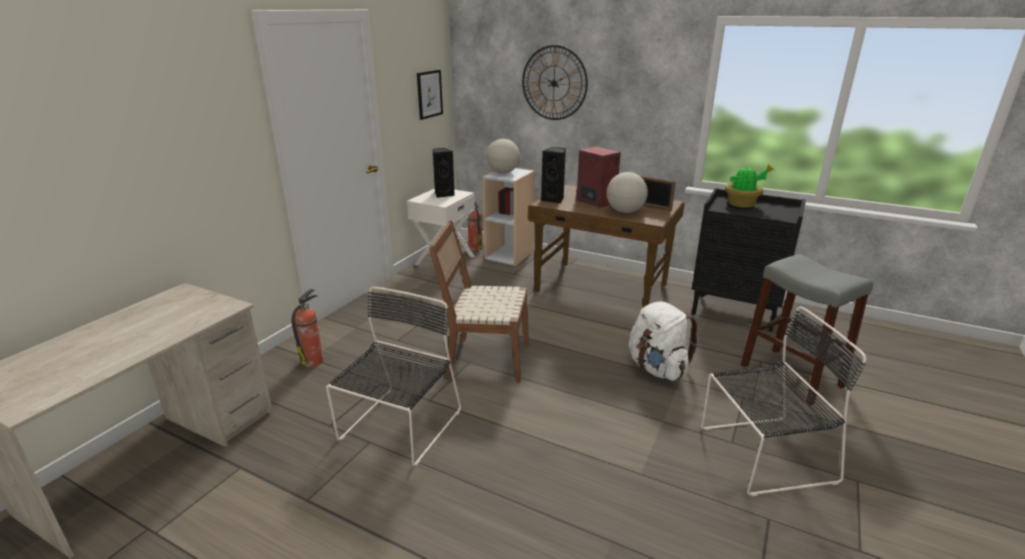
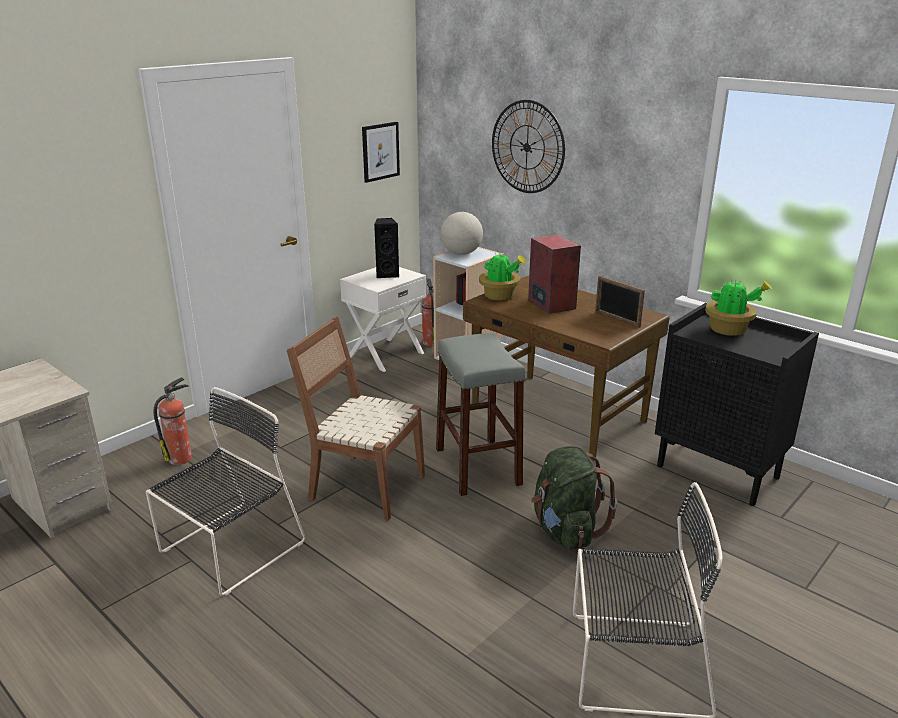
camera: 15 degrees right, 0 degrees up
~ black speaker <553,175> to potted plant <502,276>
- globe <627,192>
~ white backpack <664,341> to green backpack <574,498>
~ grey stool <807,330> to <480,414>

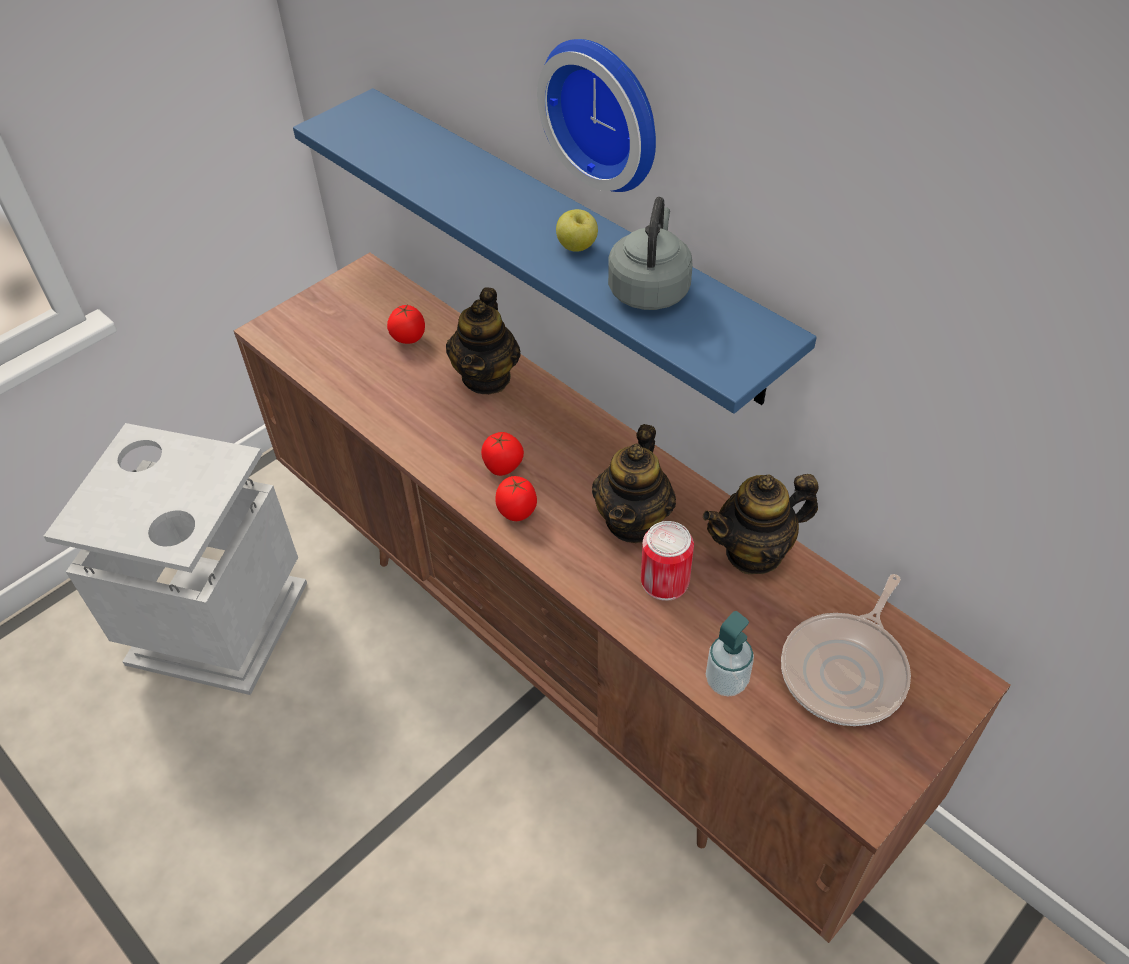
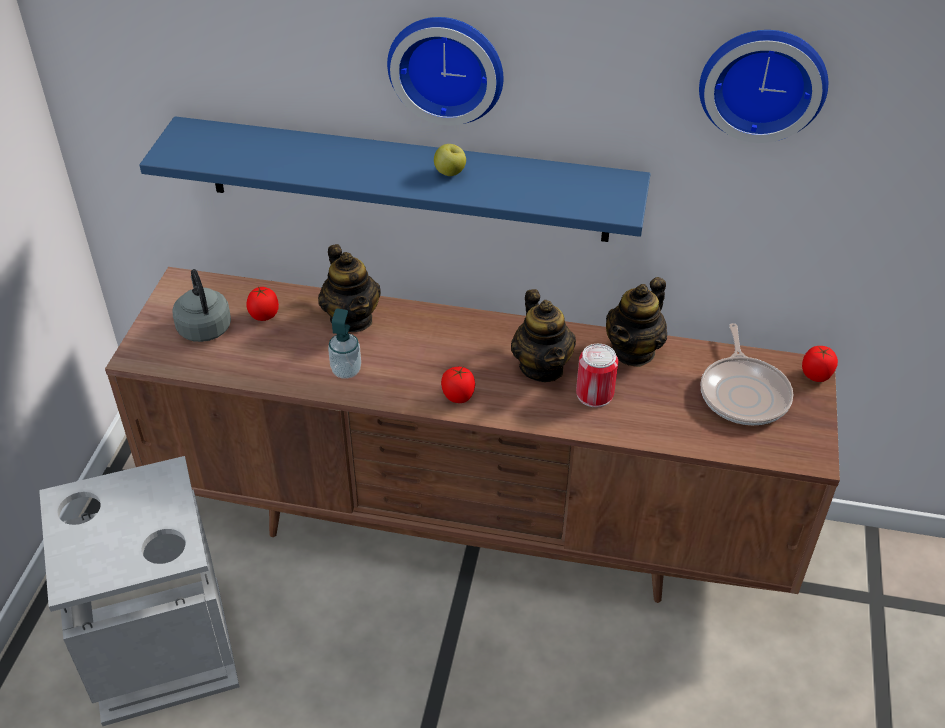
camera: 35 degrees left, 5 degrees down
~ tomato <502,454> to <820,364>
~ grey kettle <650,253> to <201,305>
~ soap dispenser <730,654> to <344,343>
+ wall clock <763,86>

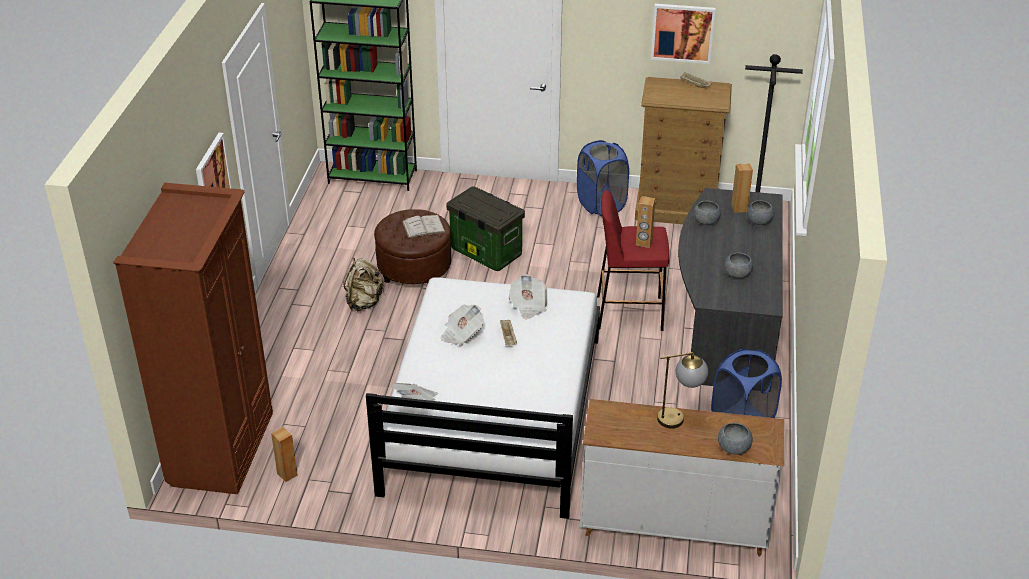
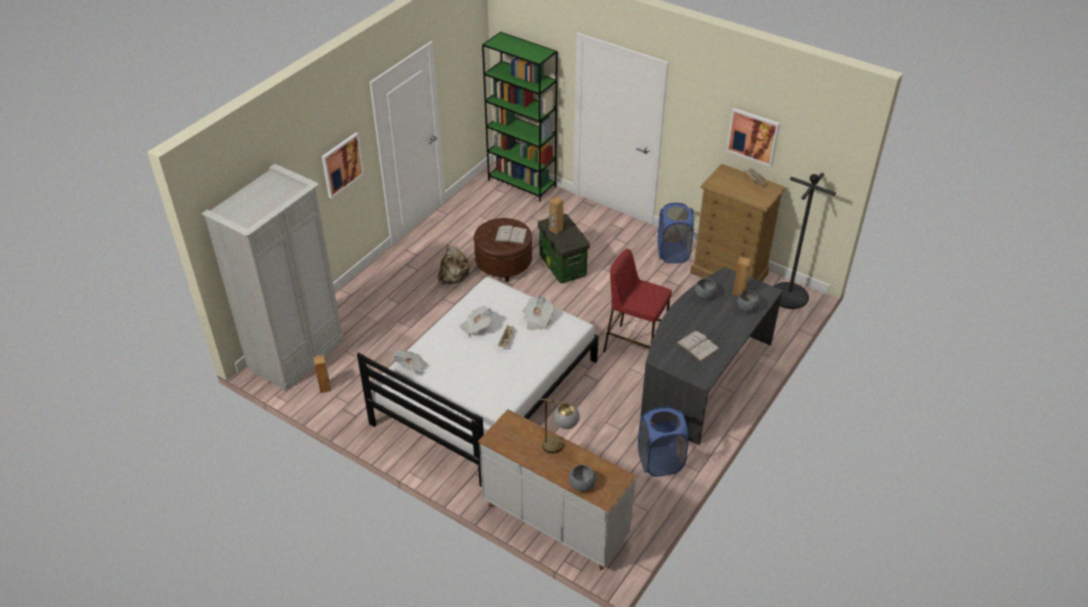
camera: 25 degrees right, 5 degrees up
~ brown wardrobe <193,338> to white wardrobe <272,277>
~ brown speaker <645,222> to <556,215>
~ grey bowl <738,265> to white book <698,346>

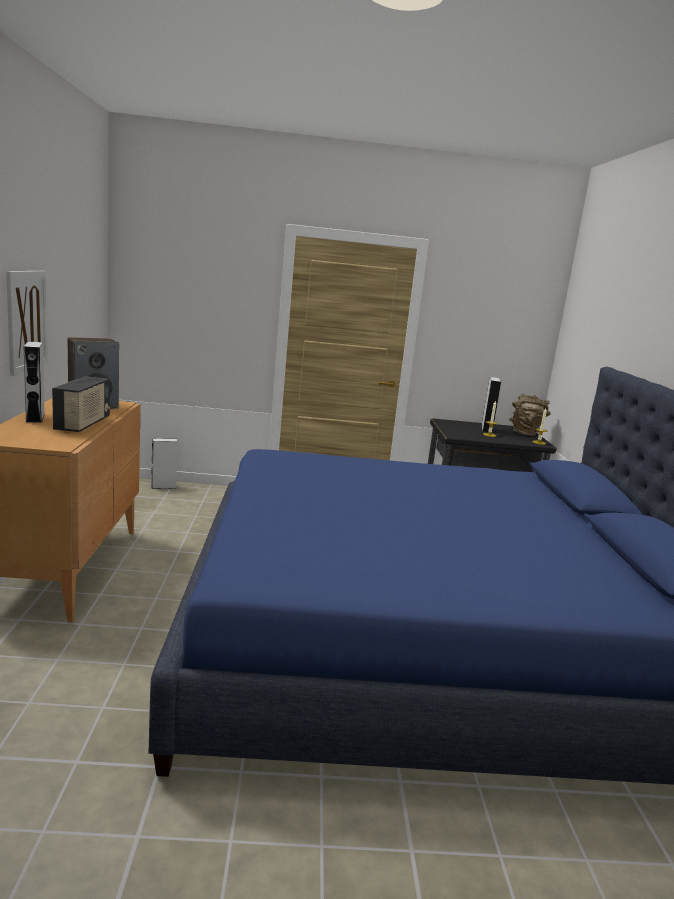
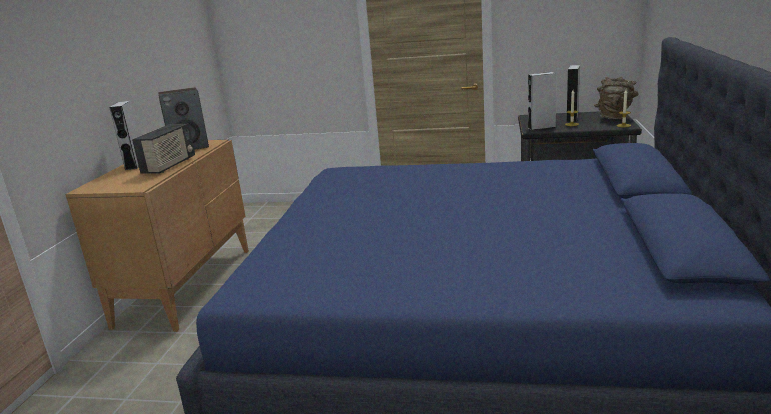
camera: 15 degrees right, 5 degrees up
- picture <27,323>
~ grey speaker <164,464> to <542,101>

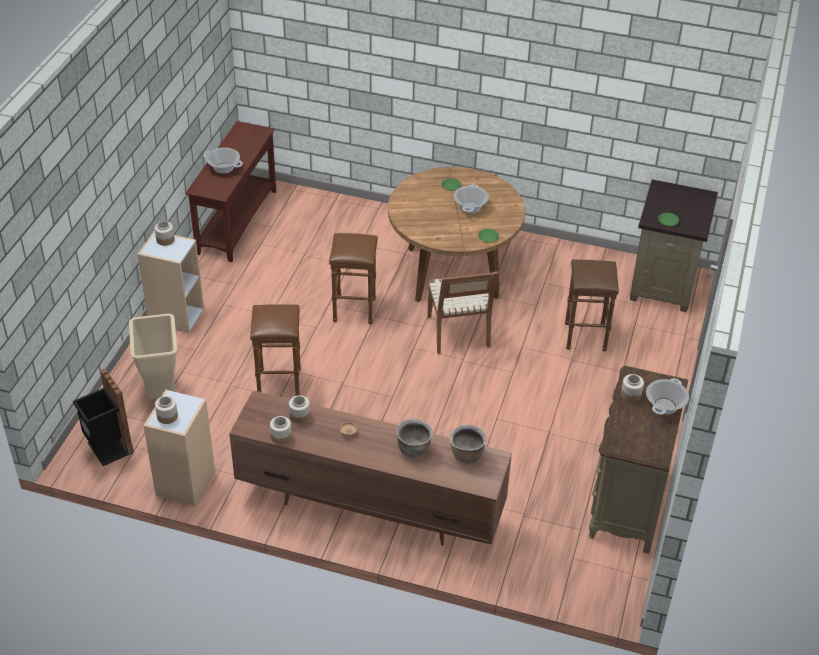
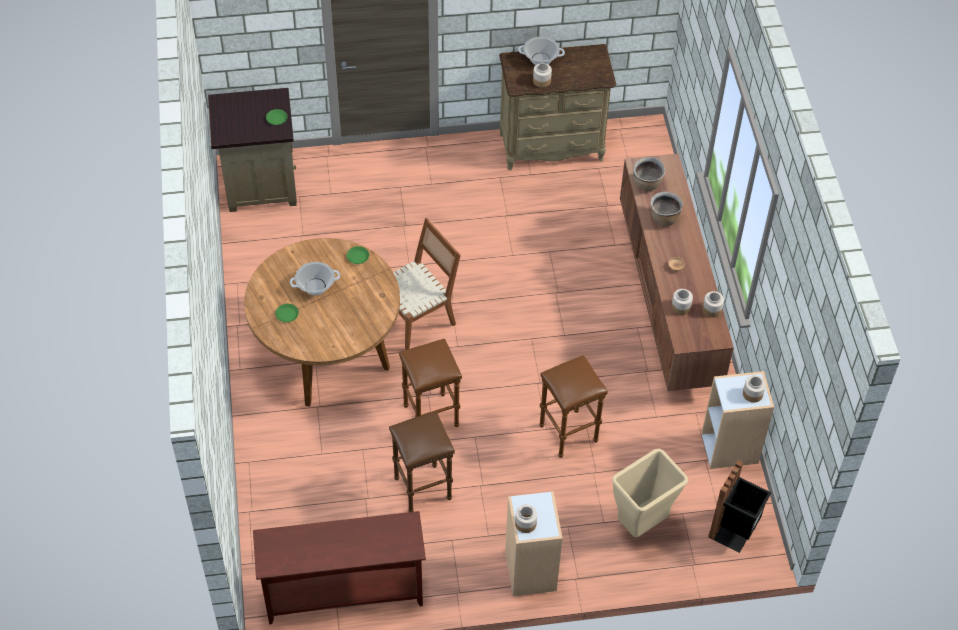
camera: 115 degrees left, 10 degrees up
- cooking pot <223,161>
~ brown stool <592,306> to <422,461>

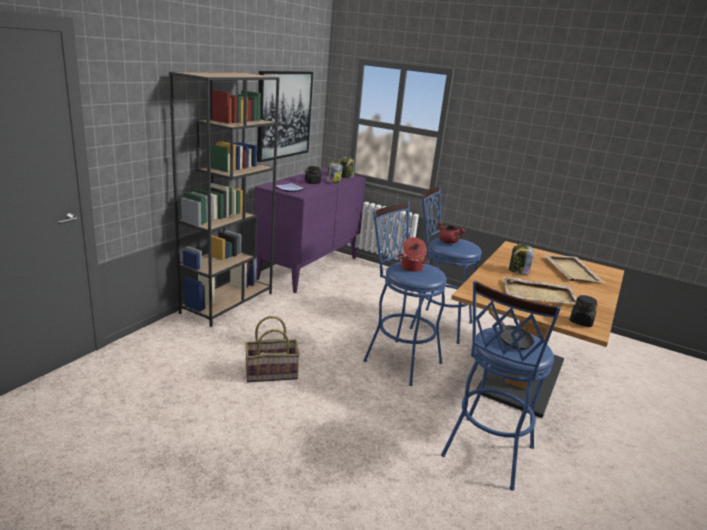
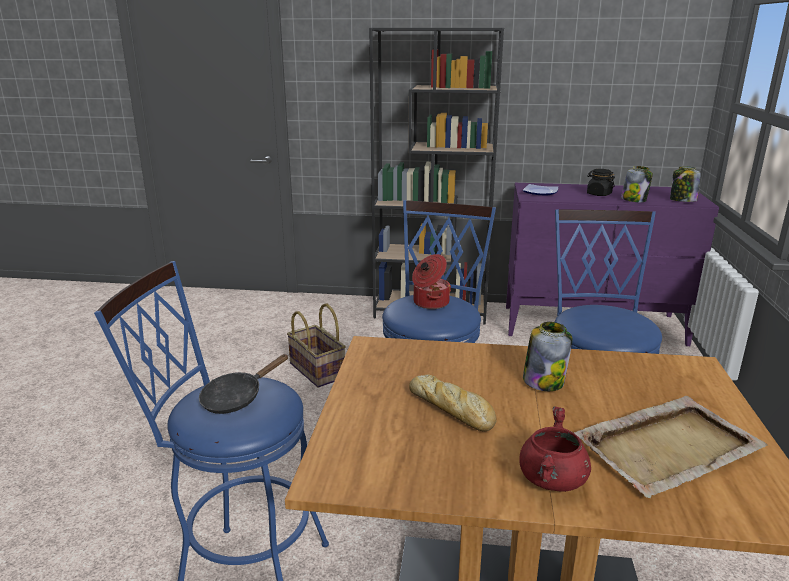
camera: 70 degrees right, 0 degrees up
- picture <285,116>
~ red cooking pot <451,232> to <555,449>
~ beige tray <540,290> to bread <452,403>
- black jar <583,311>

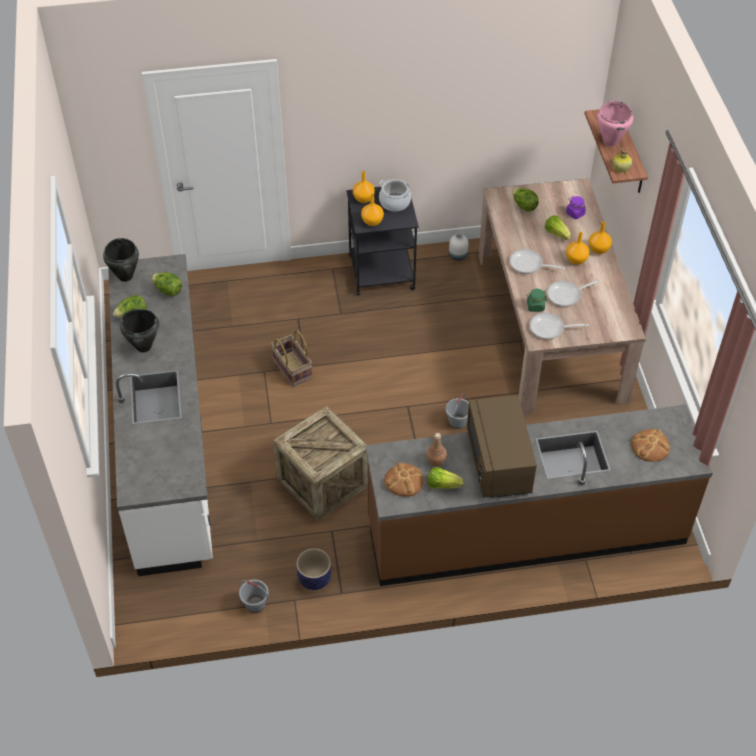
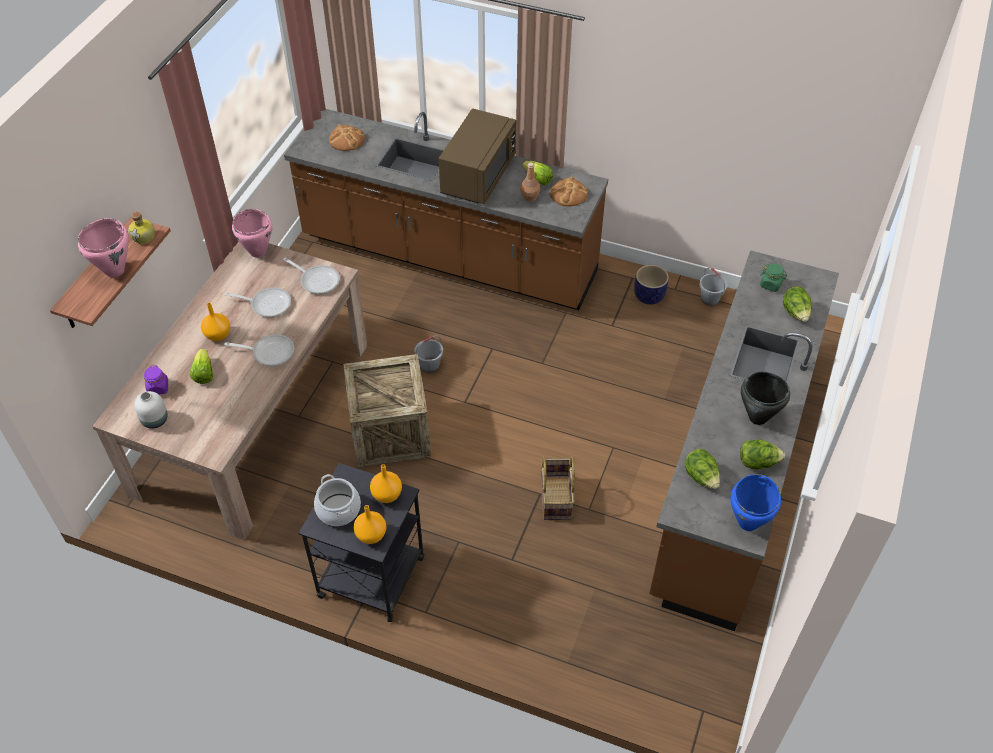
camera: 150 degrees left, 0 degrees up
~ black cooking pot <121,260> to blue cooking pot <756,502>
~ white counter <160,415> to brown counter <744,440>
~ crate <320,463> to <387,410>
~ white vase <459,247> to <151,410>
~ frying pan <537,261> = <259,350> 45 degrees counterclockwise
~ lettuce <525,200> to <797,304>
~ green jar <536,300> to <773,277>
- orange vase <600,238>
+ pink cooking pot <252,233>

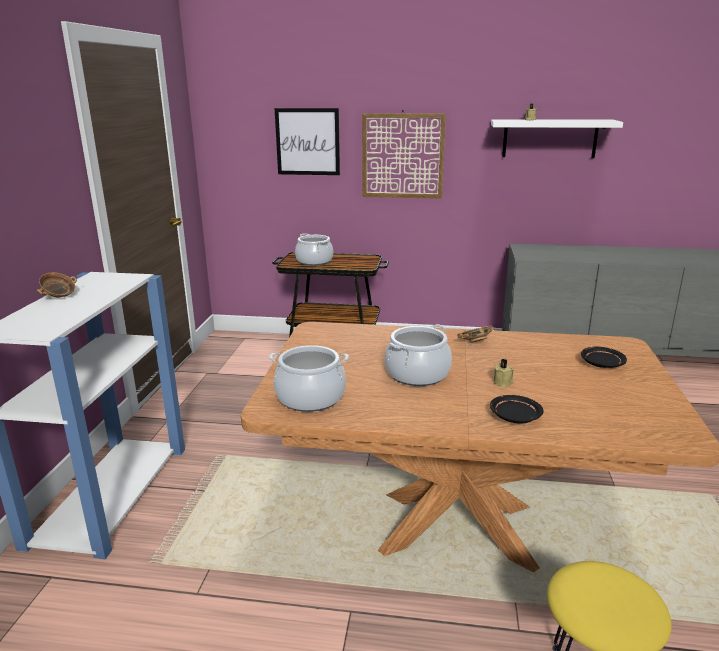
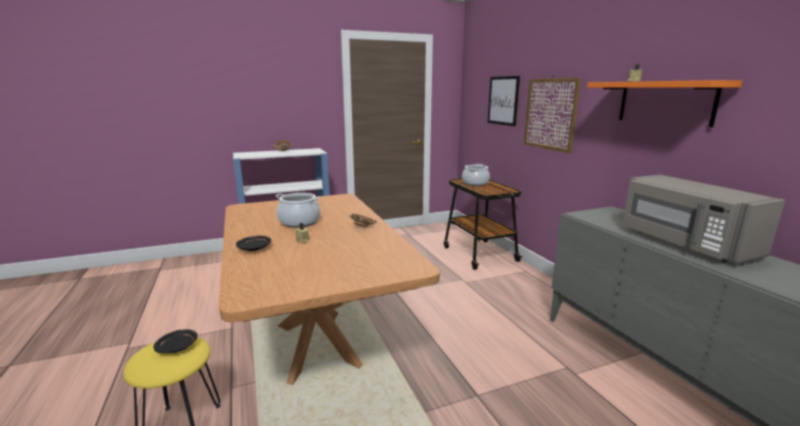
camera: 60 degrees right, 5 degrees down
- cooking pot <309,378>
~ white shelf <557,138> to orange shelf <665,103>
~ black plate <604,357> to <175,341>
+ grey microwave <703,219>

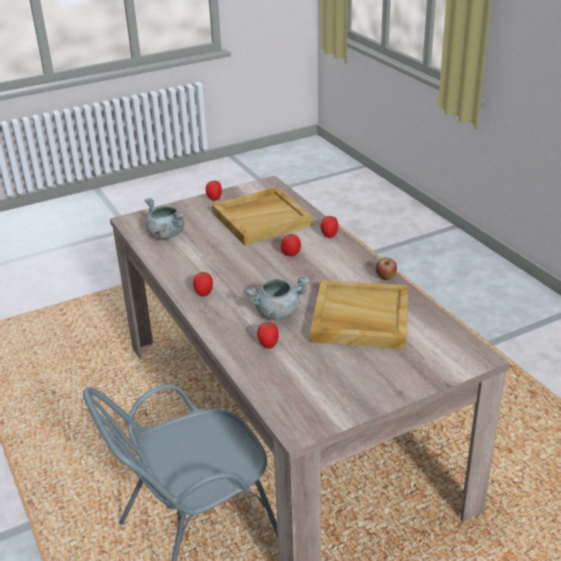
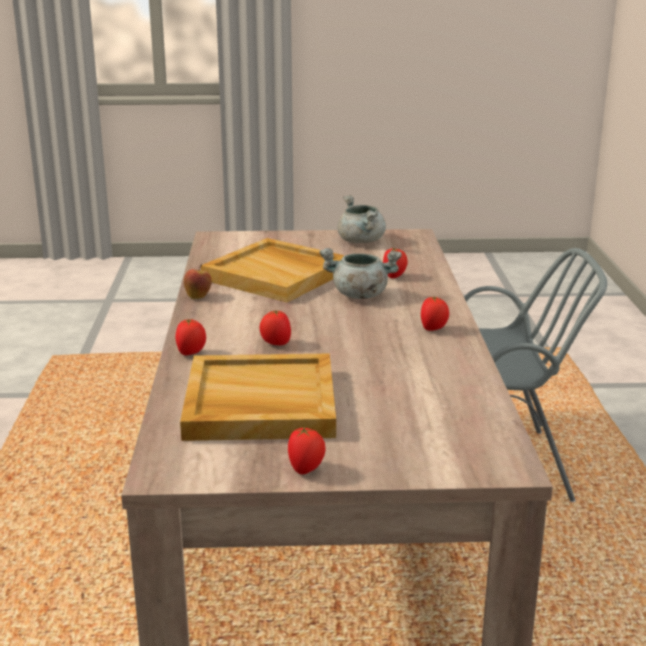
camera: 155 degrees left, 10 degrees down
~ grey cooking pot <164,218> to <361,219>

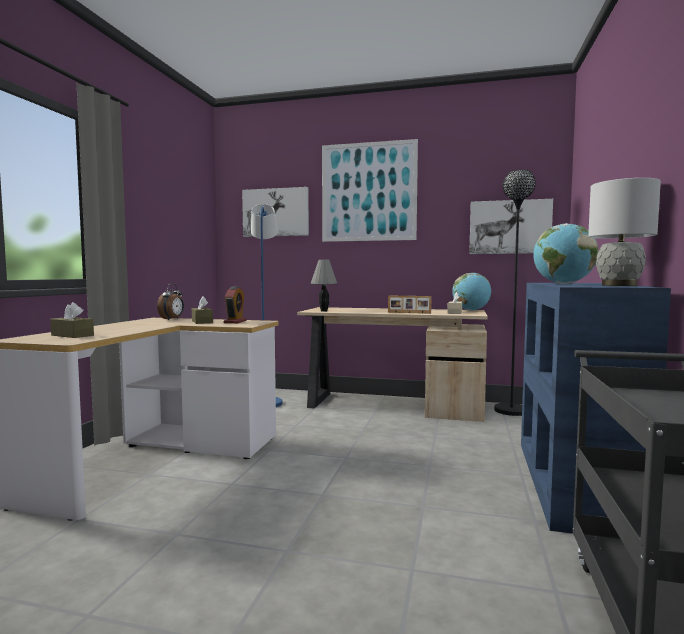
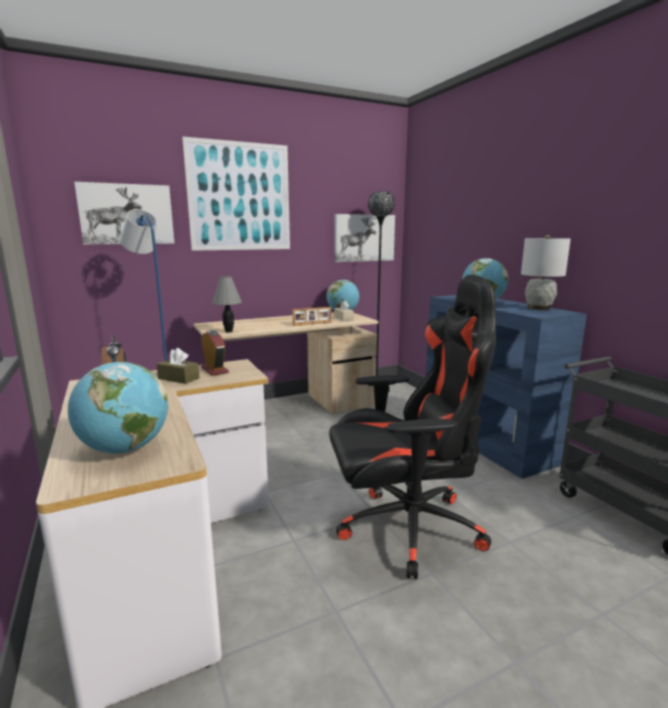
camera: 40 degrees left, 10 degrees up
~ brown tissue box <72,320> to globe <118,407>
+ black office chair <412,427>

